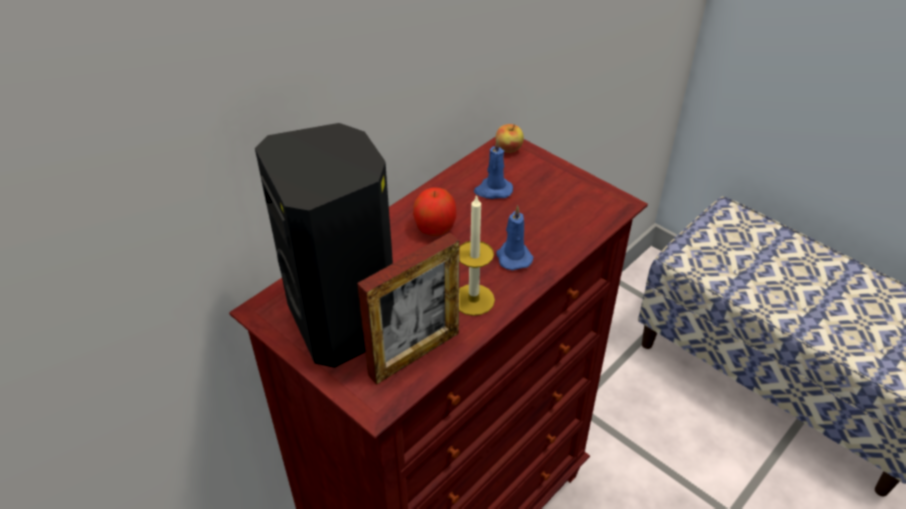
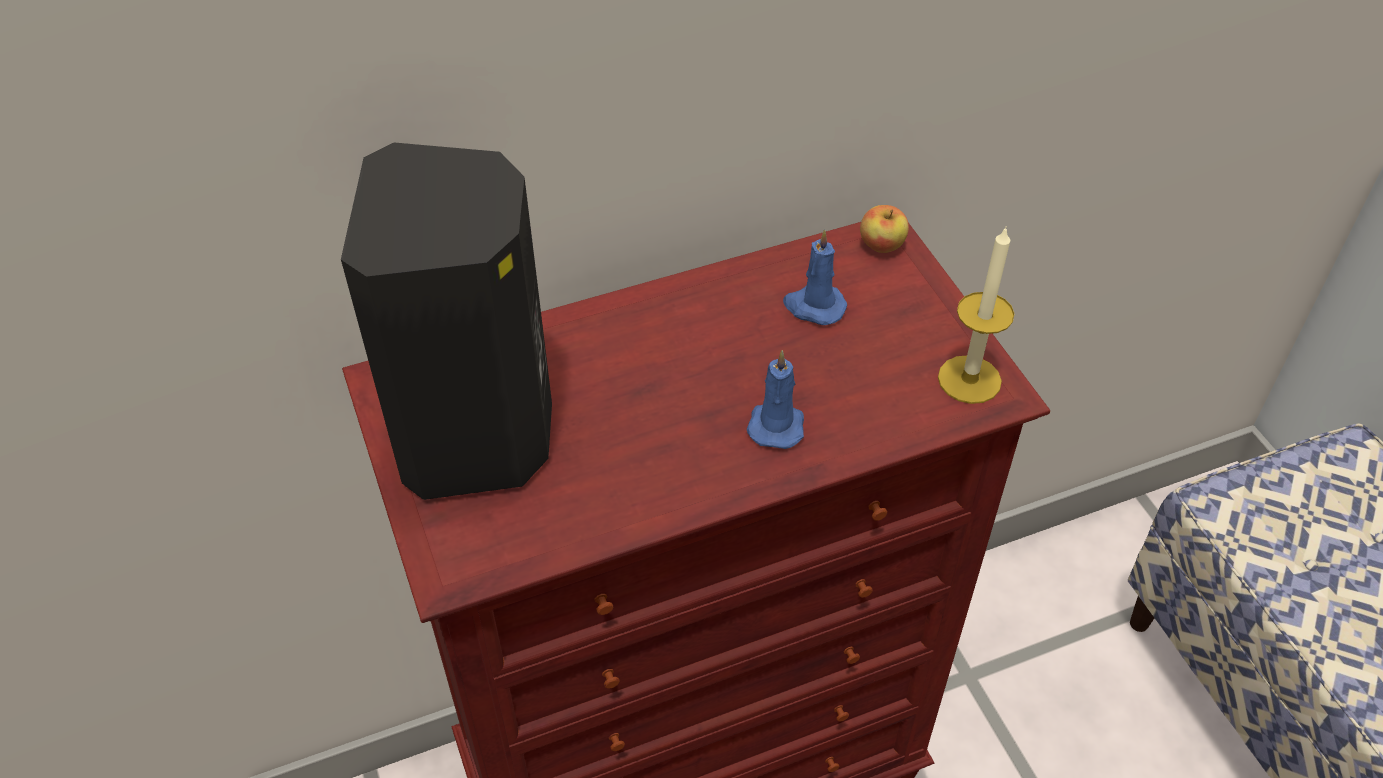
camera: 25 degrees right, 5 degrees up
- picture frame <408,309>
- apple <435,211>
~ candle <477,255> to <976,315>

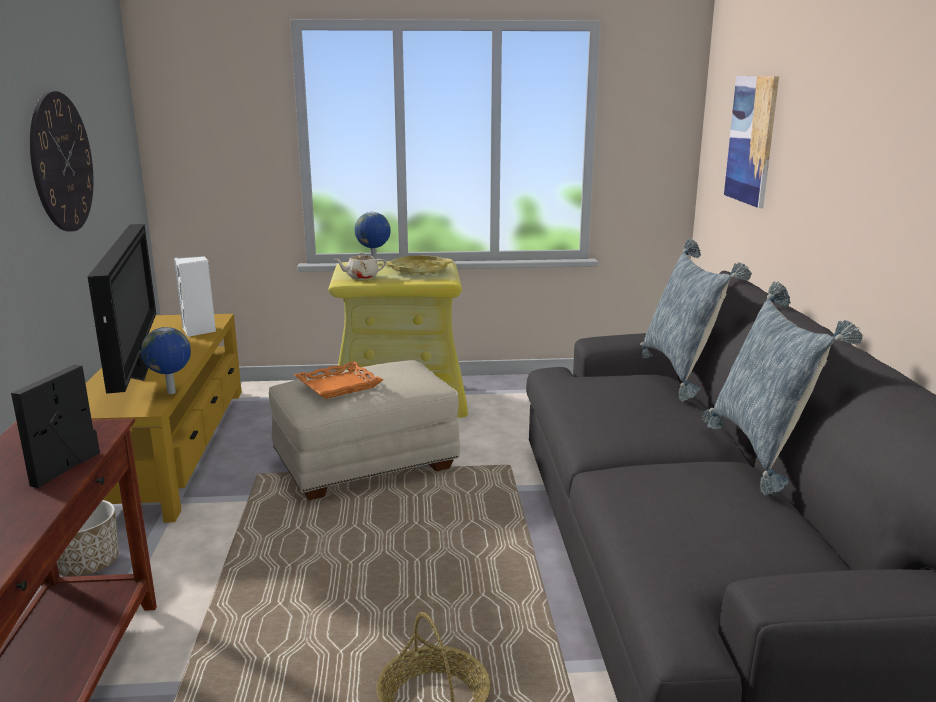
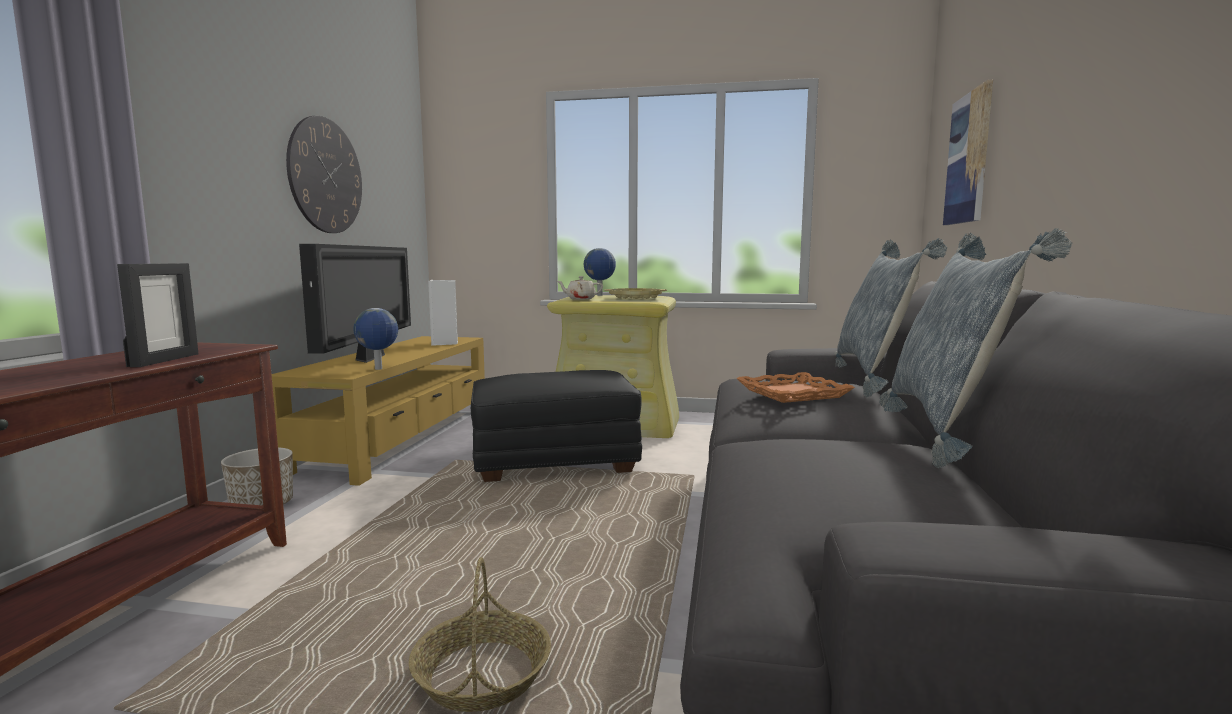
camera: 15 degrees right, 10 degrees down
~ picture frame <55,426> = <158,315> 150 degrees clockwise
~ beige ottoman <364,430> to black ottoman <556,426>
~ orange tray <338,380> to <795,387>

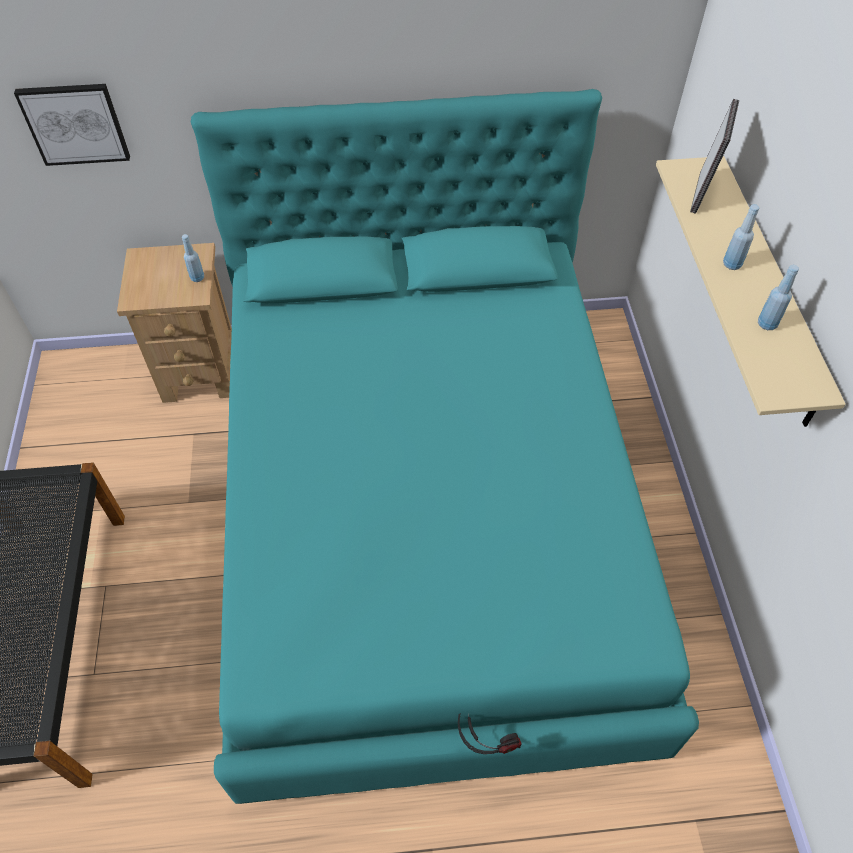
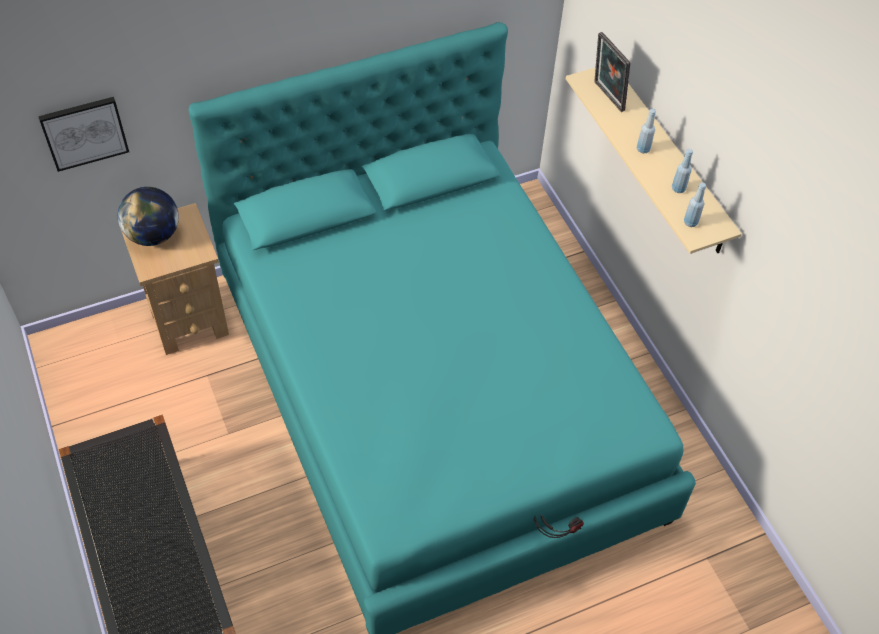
camera: 20 degrees left, 0 degrees up
~ blue bottle <193,258> to <695,205>
~ picture frame <714,156> = <612,72> 150 degrees clockwise
+ globe <148,216>

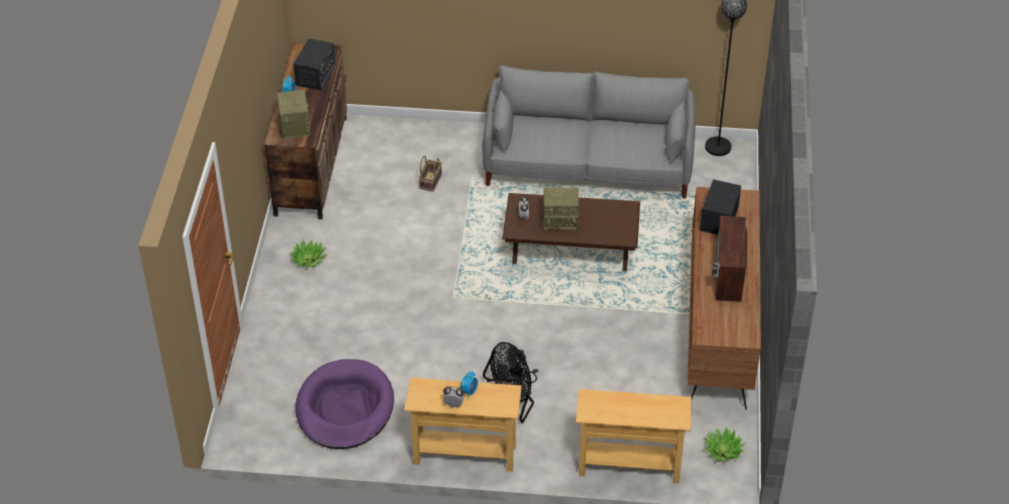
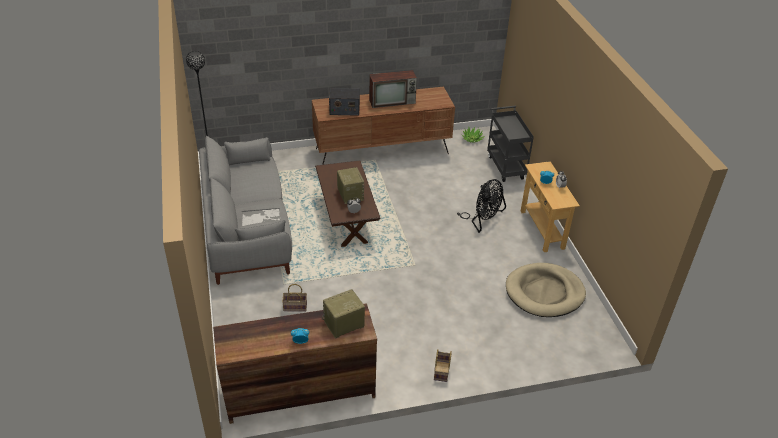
camera: 110 degrees left, 5 degrees down
- potted plant <308,254>
- radio <314,64>
~ purple dog bed <345,404> to beige dog bed <546,290>
~ beige console table <634,436> to grey cart <510,144>
+ tray <261,217>
+ basket <443,365>

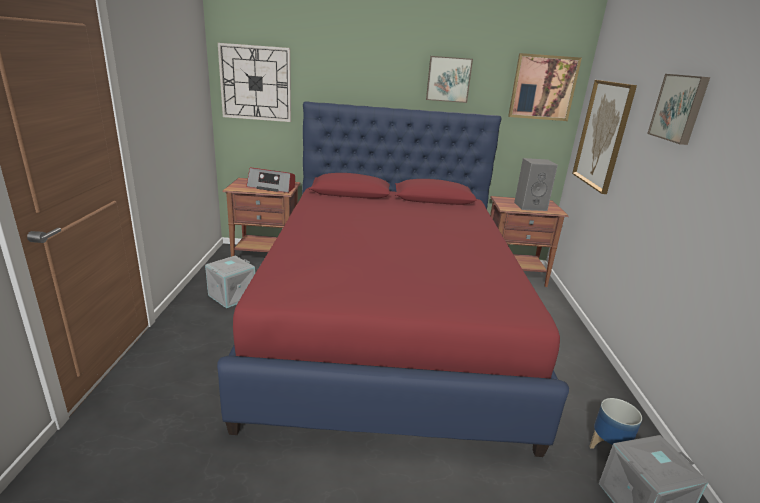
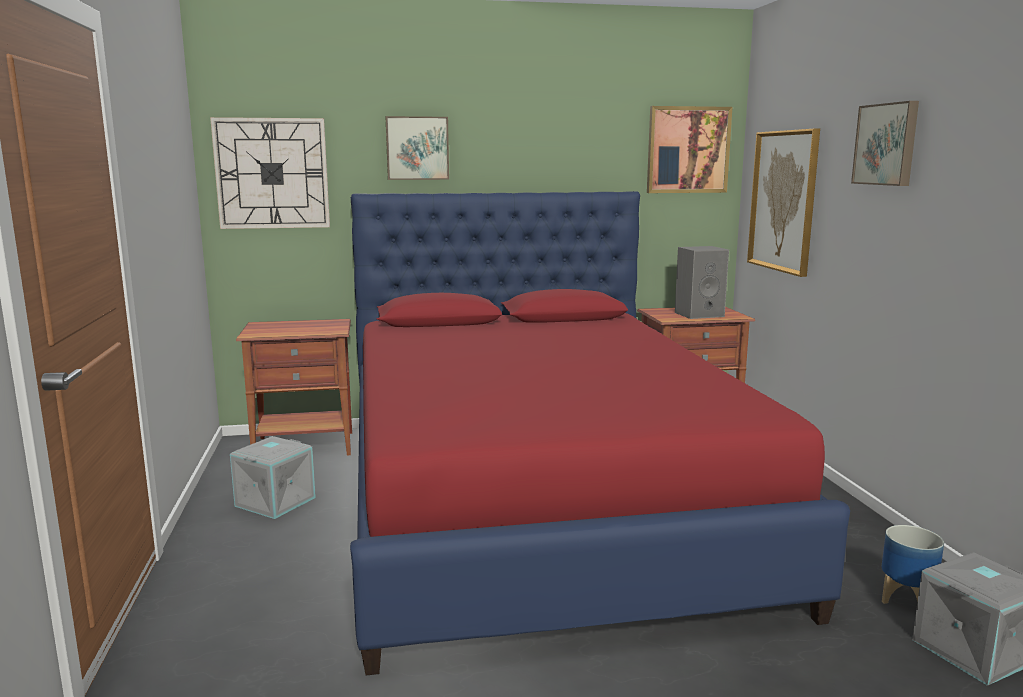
camera: 10 degrees left, 10 degrees down
- radio <270,180>
~ picture <449,79> to <417,148>

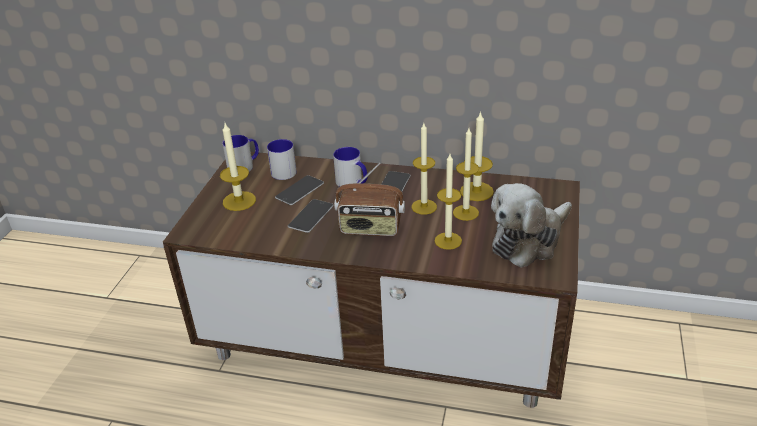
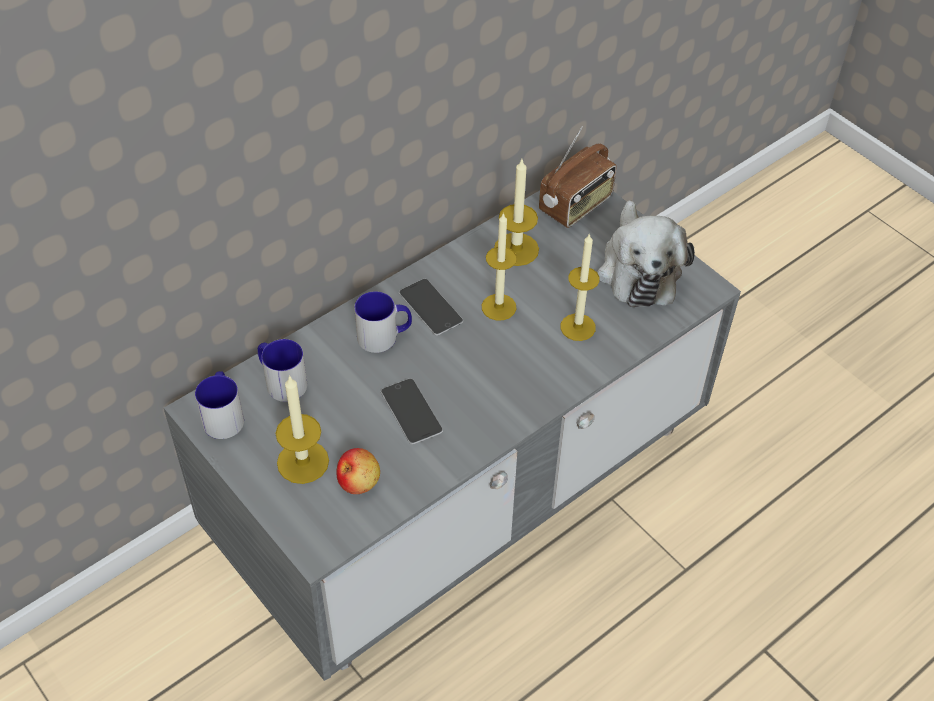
camera: 55 degrees left, 15 degrees up
~ brown tv stand <371,280> to grey tv stand <452,436>
- phone <299,190>
~ radio <369,199> to <578,177>
- candle <466,174>
+ apple <358,471>

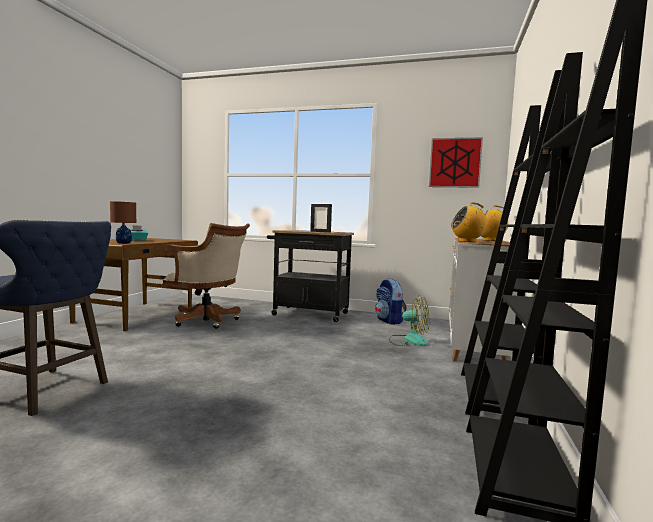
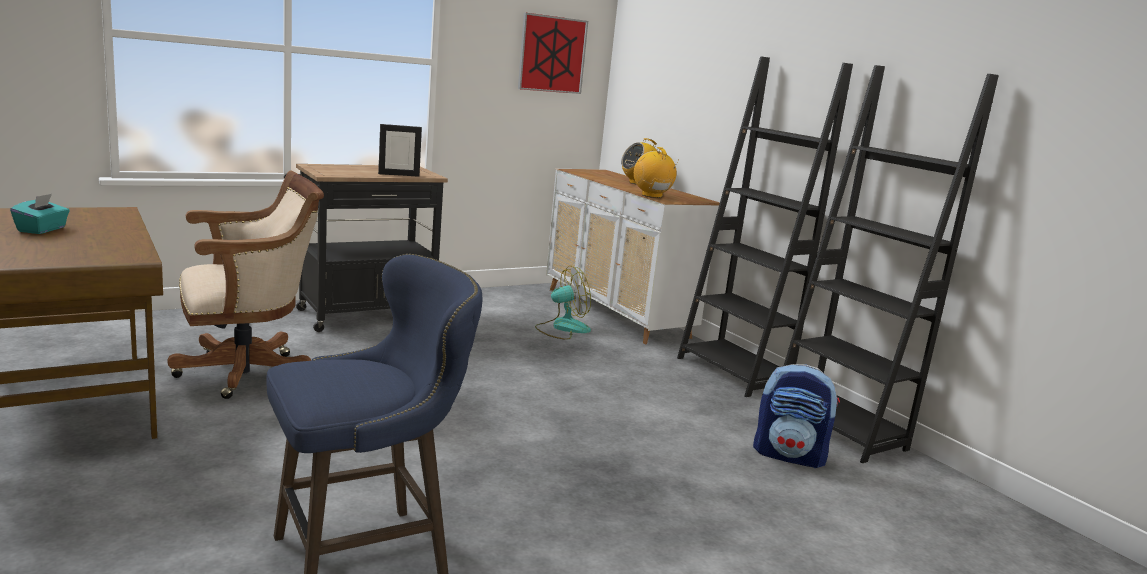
camera: 50 degrees left, 10 degrees up
- brown table lamp <123,222>
~ backpack <391,301> to <796,416>
~ radio <469,222> = <656,172> 120 degrees clockwise

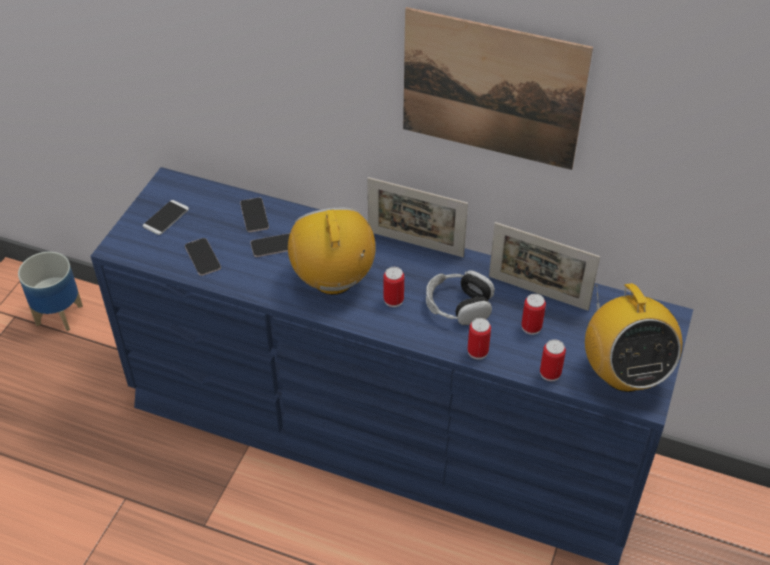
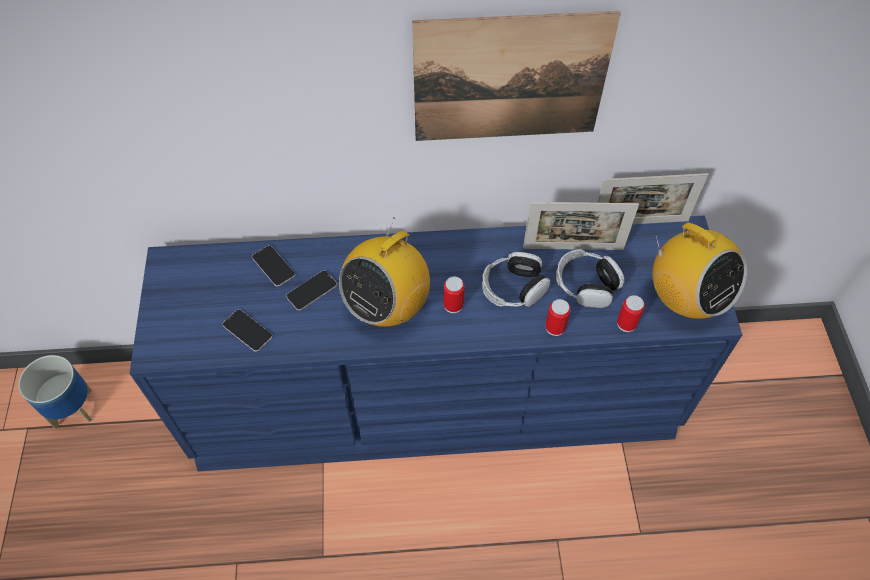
camera: 25 degrees left, 10 degrees up
- phone <166,217>
~ radio <332,251> = <384,272> 105 degrees counterclockwise
~ picture frame <417,217> to <653,198>
~ can <533,314> to headphones <590,278>

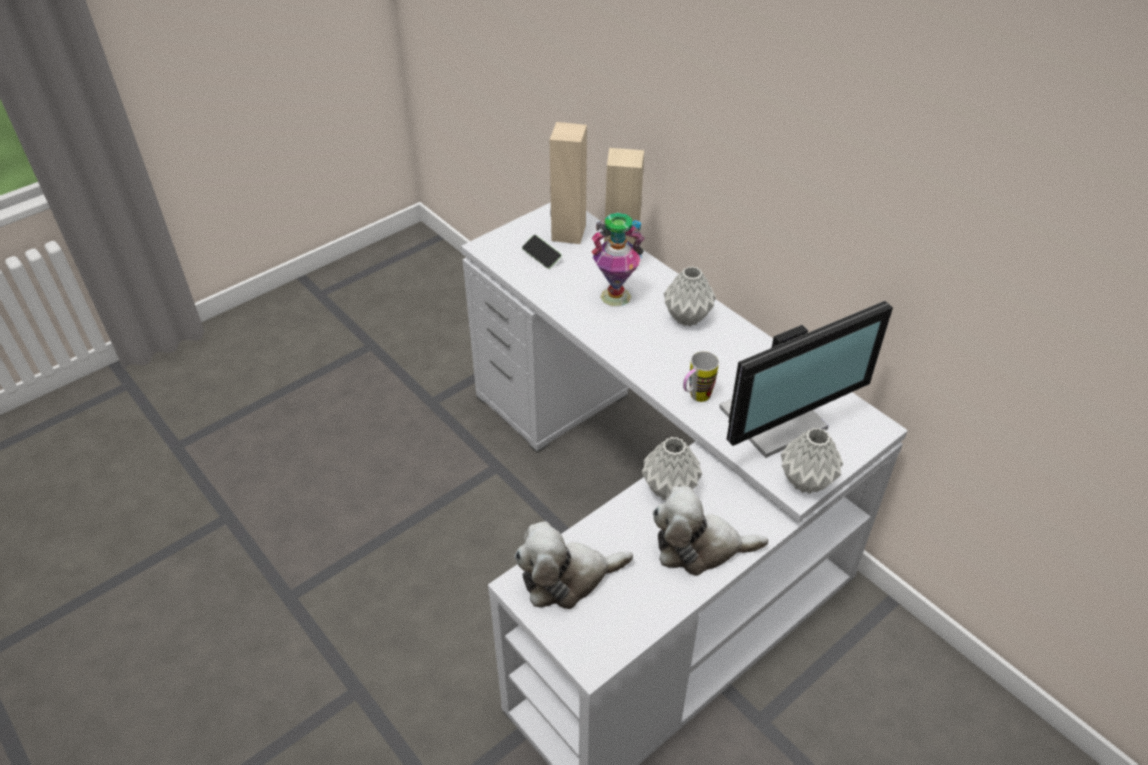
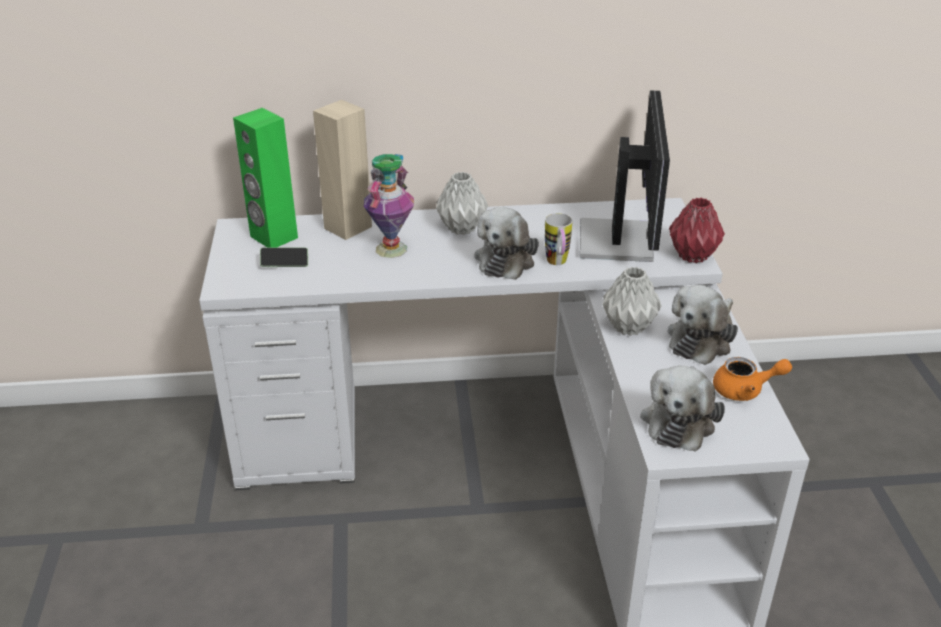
camera: 55 degrees left, 10 degrees down
~ beige speaker <568,183> to green speaker <265,177>
~ grey vase <812,461> to red vase <697,230>
+ plush toy <507,243>
+ orange teapot <752,379>

